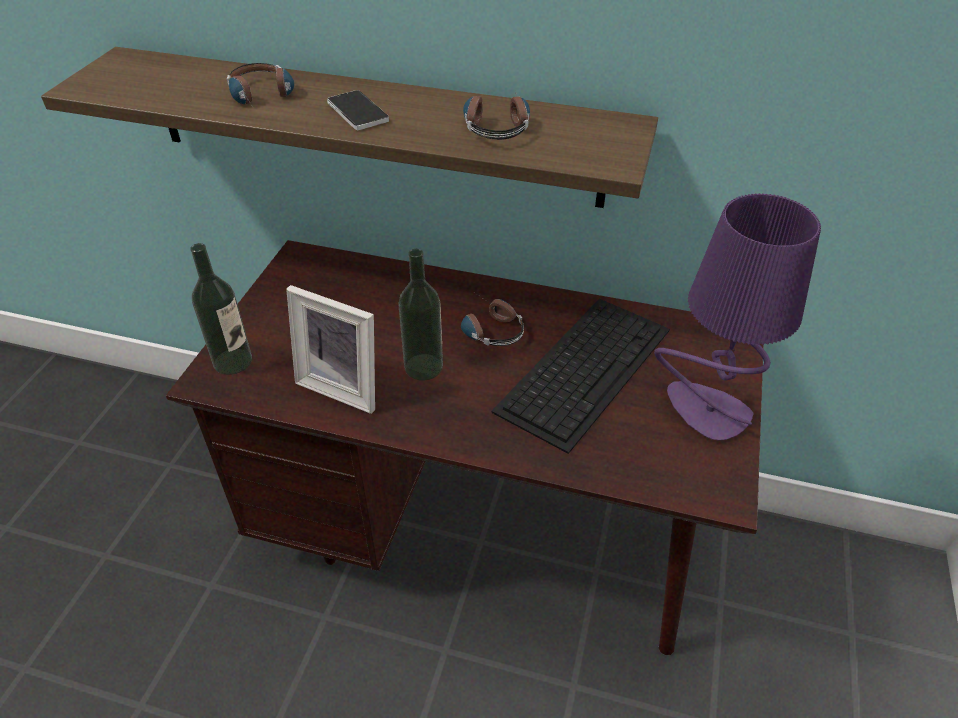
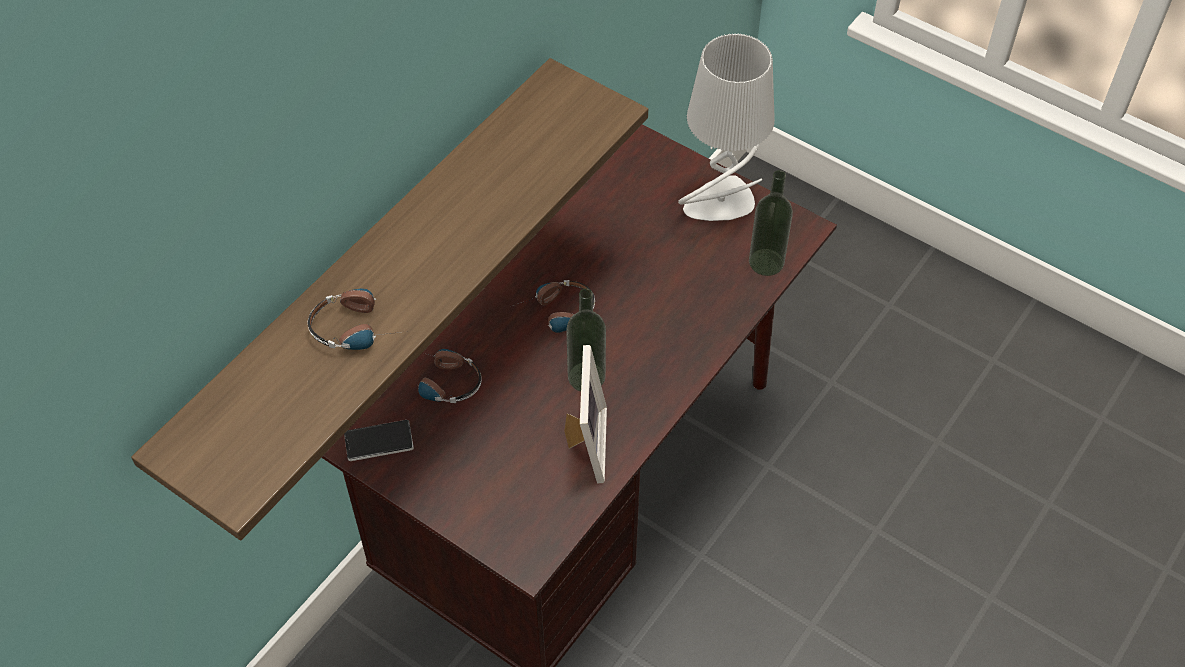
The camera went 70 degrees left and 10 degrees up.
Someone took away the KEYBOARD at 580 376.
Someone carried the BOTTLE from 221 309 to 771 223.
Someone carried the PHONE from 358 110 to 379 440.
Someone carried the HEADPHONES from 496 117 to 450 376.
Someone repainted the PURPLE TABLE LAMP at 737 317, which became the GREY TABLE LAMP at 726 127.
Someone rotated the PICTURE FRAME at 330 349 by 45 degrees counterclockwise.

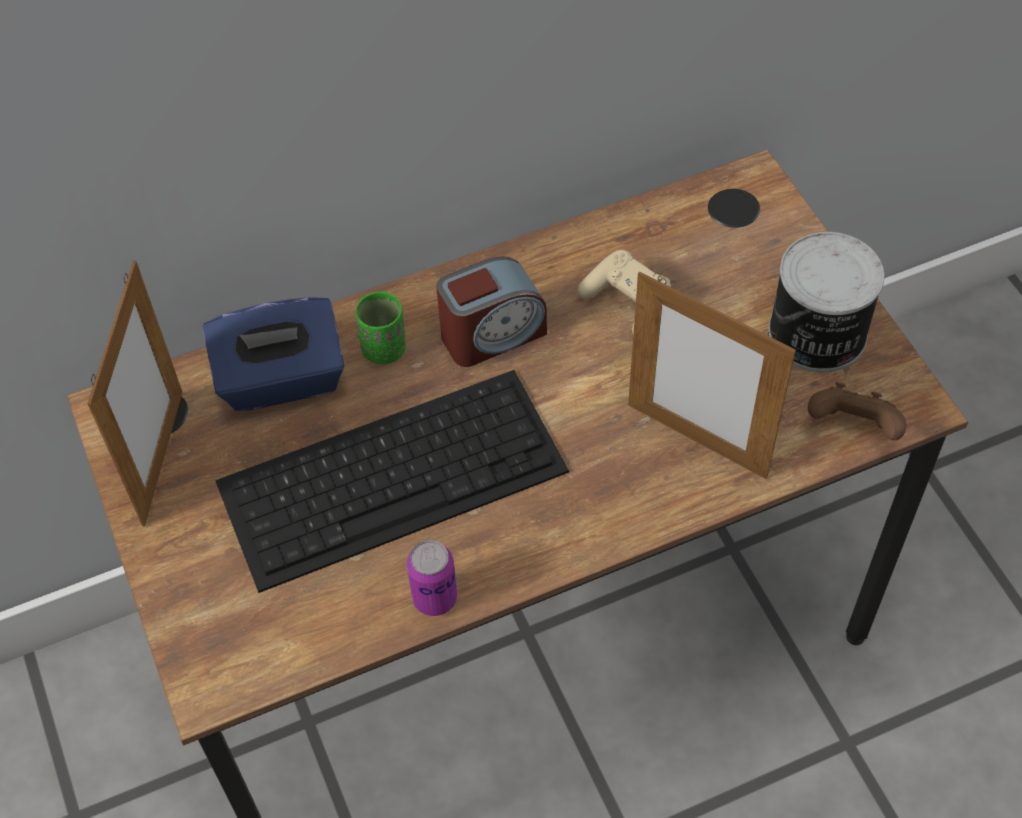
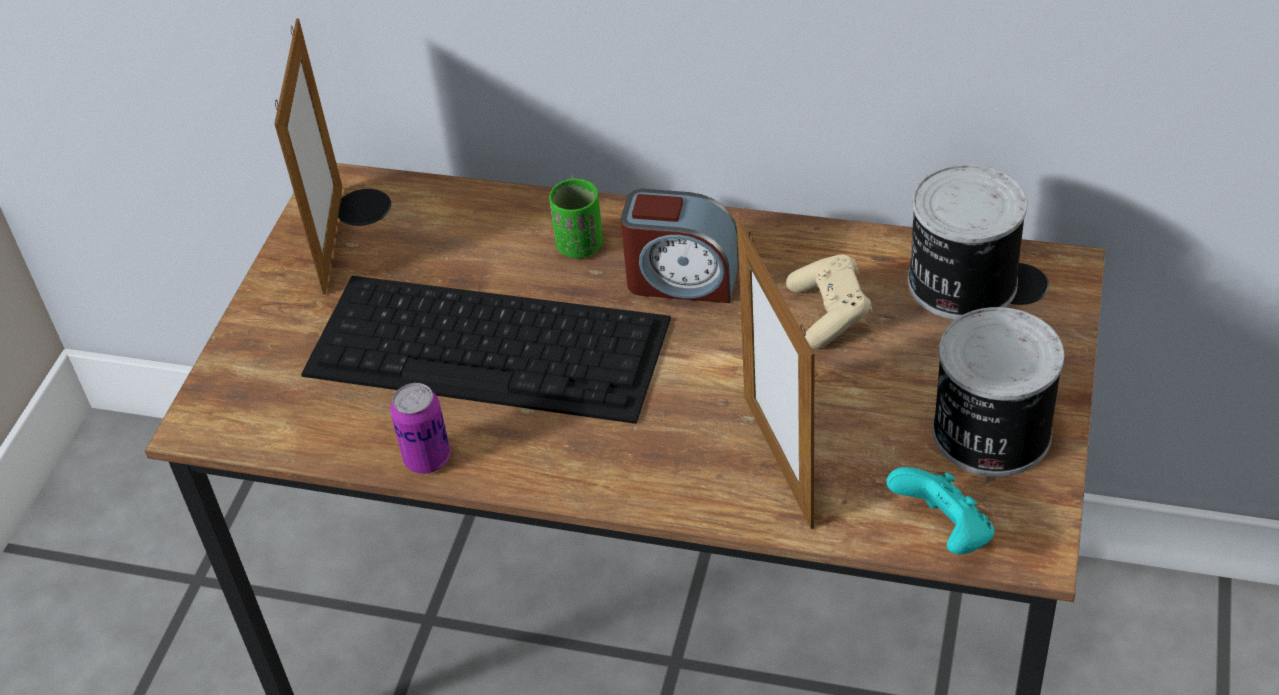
The camera went 40 degrees right and 10 degrees down.
Someone took away the BLUE TISSUE BOX at 273 354.
Someone put down the CAN at 967 242.
Someone repainted the BROWN GAME CONTROLLER at 857 411, which became the TURQUOISE GAME CONTROLLER at 940 511.
Someone rotated the PICTURE FRAME at 135 393 by 45 degrees counterclockwise.

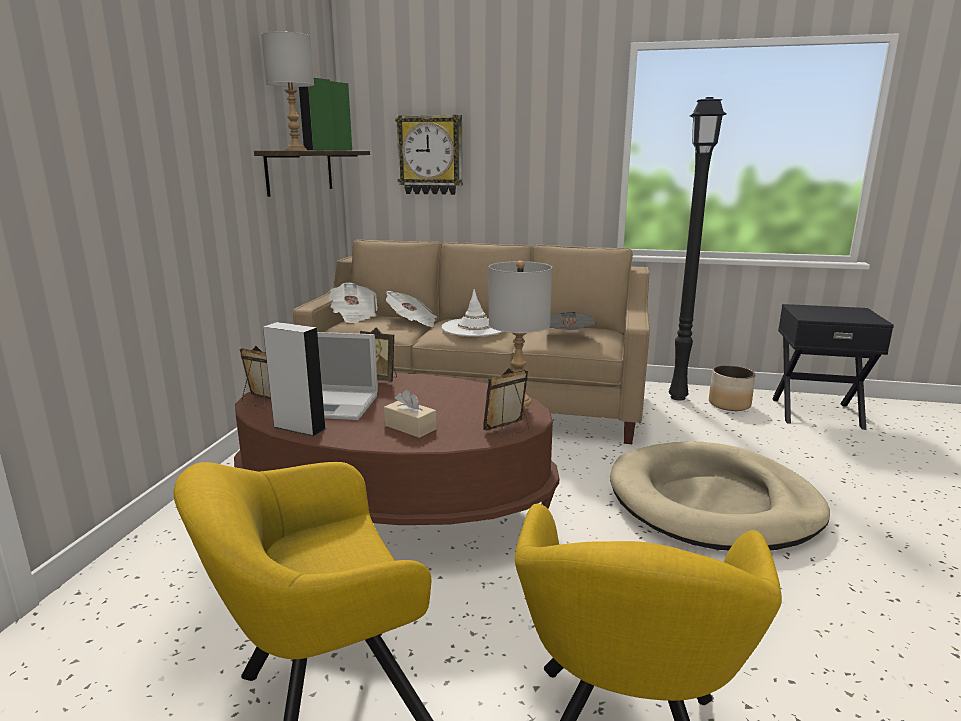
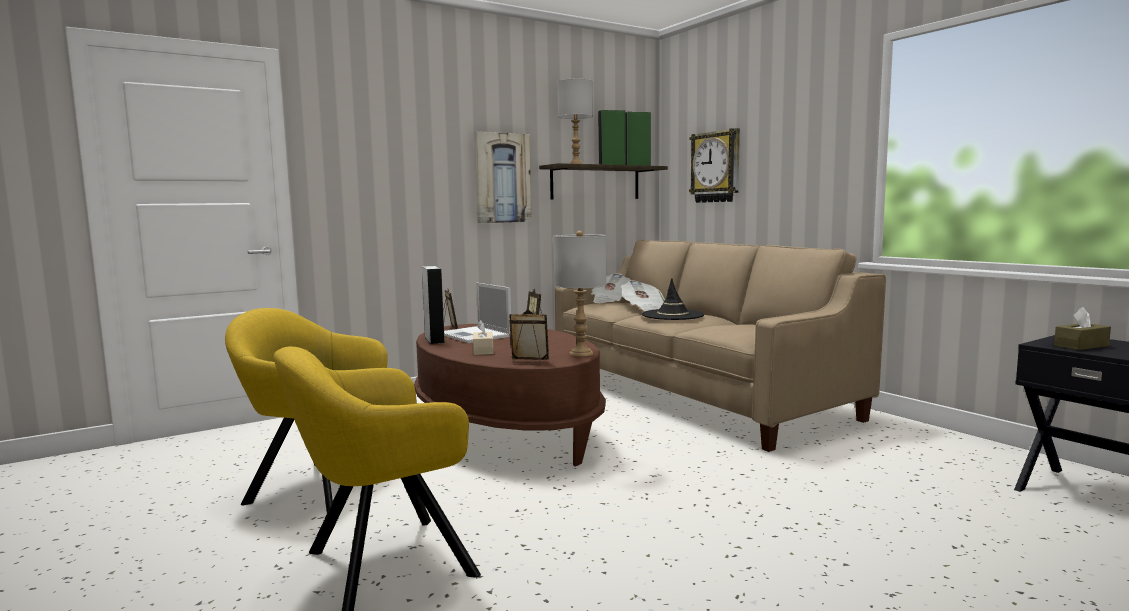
The camera went 45 degrees right and 10 degrees down.
Someone took away the NEWSPAPER at 573 321.
Someone took away the BEIGE DOG BED at 720 495.
Someone took away the BLACK FLOOR LAMP at 698 248.
Someone took away the PLANTER at 732 388.
Someone put up the PICTURE at 503 177.
Someone put down the BROWN TISSUE BOX at 1082 328.
Someone repainted the WHITE HAT at 472 312, which became the BLACK HAT at 673 299.

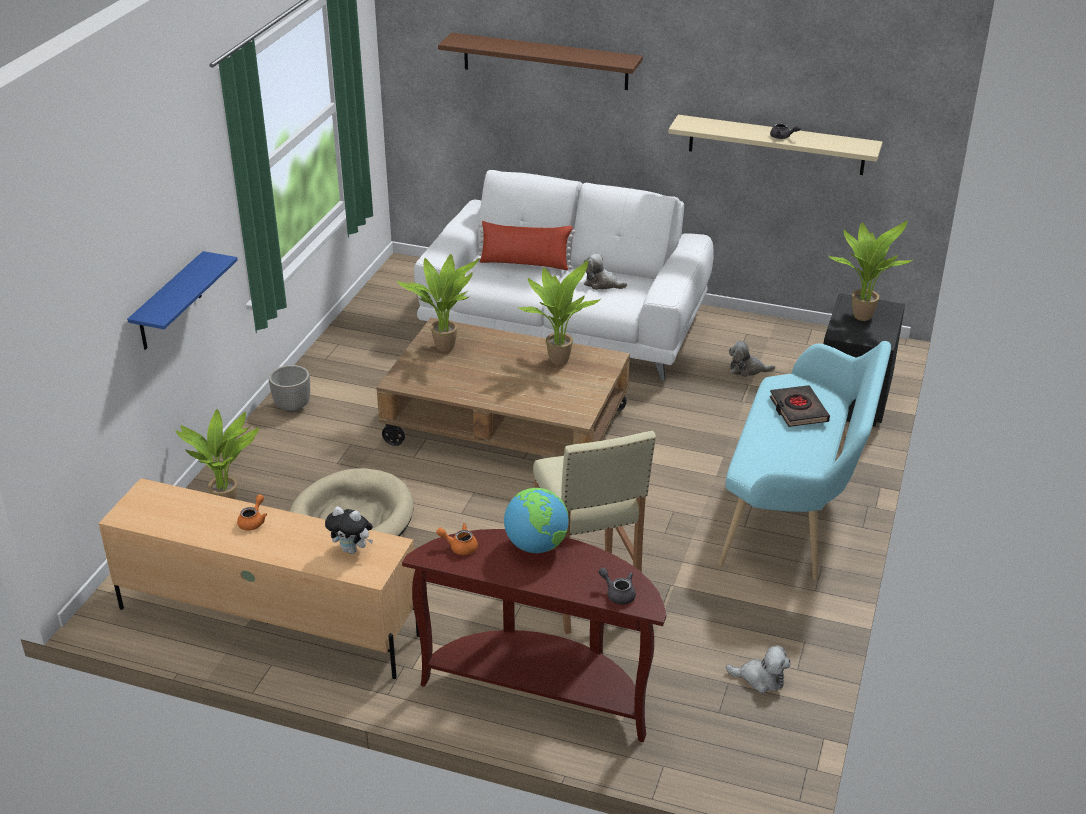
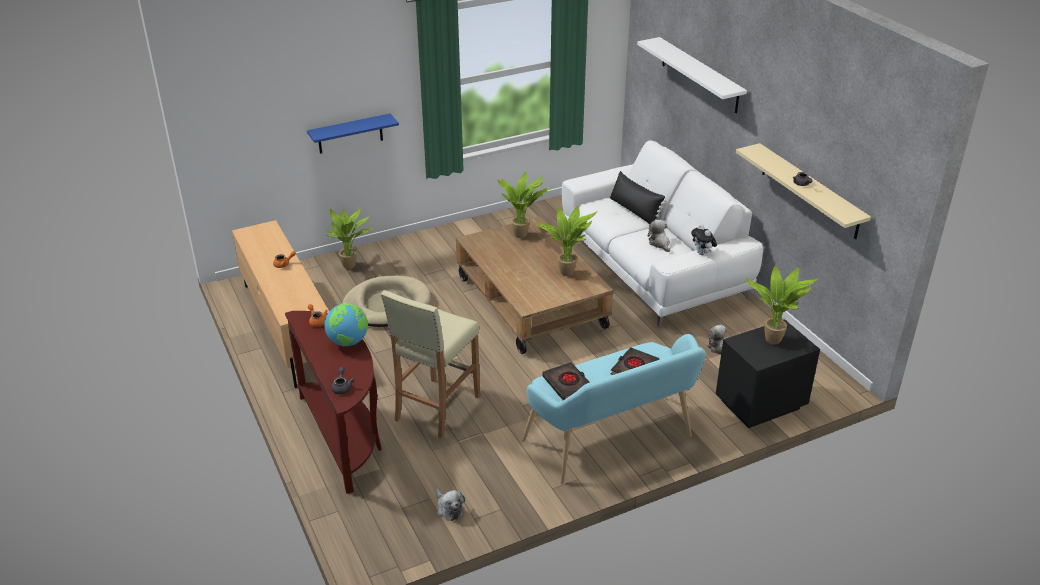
The camera went 45 degrees right and 0 degrees up.
Someone took away the PLANTER at 289 389.
Someone put down the BLACK BOOK at 566 381.
Someone carried the PLUSH TOY from 349 530 to 704 240.
Someone repainted the BROWN SHELF at 540 61, which became the WHITE SHELF at 692 75.
Someone repainted the RED PILLOW at 525 245, which became the BLACK PILLOW at 638 197.

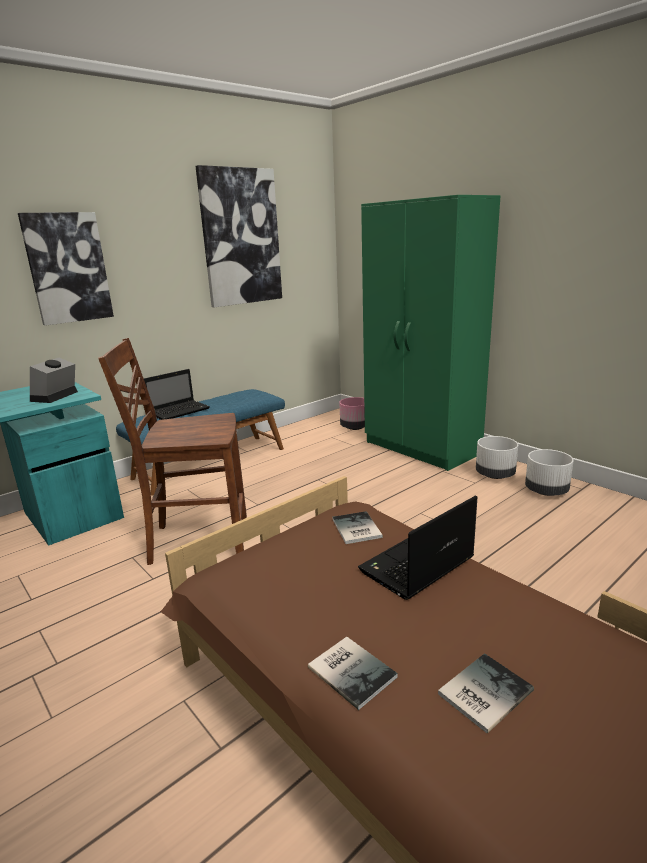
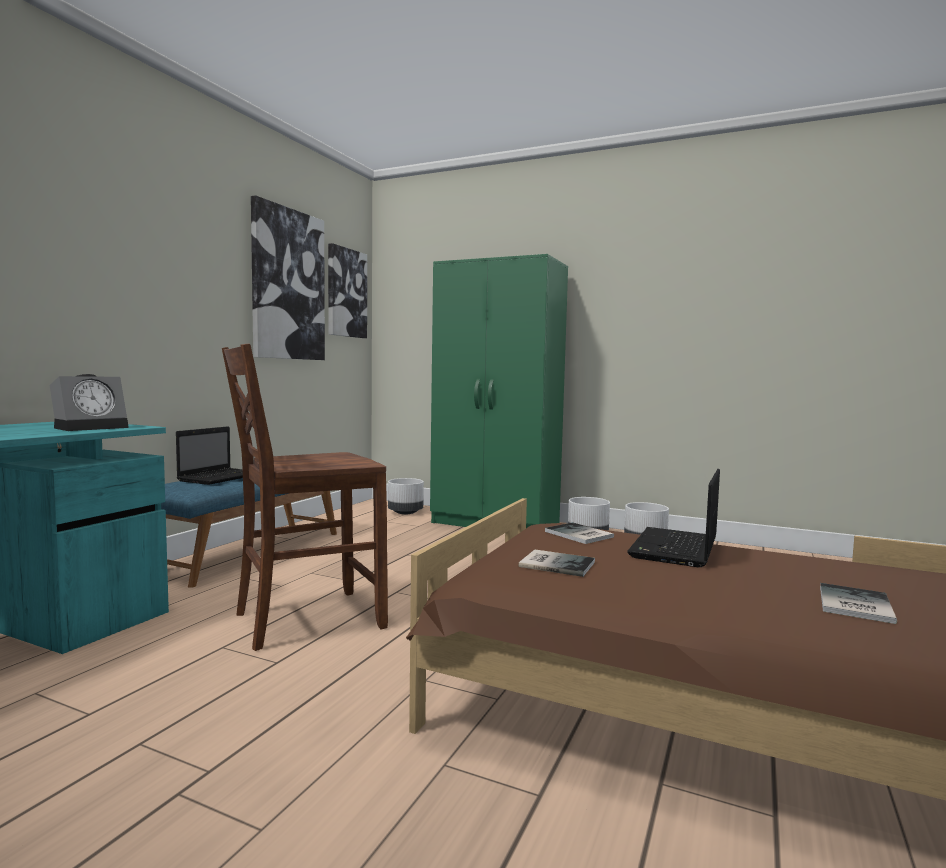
The camera went 25 degrees left and 15 degrees down.
Someone carried the PICTURE from 66 269 to 347 290.
Someone carried the BOOK from 353 673 to 557 563.
Someone repainted the PINK PLANTER at 352 413, which became the WHITE PLANTER at 406 496.
Someone rotated the ALARM CLOCK at 54 380 by 135 degrees counterclockwise.

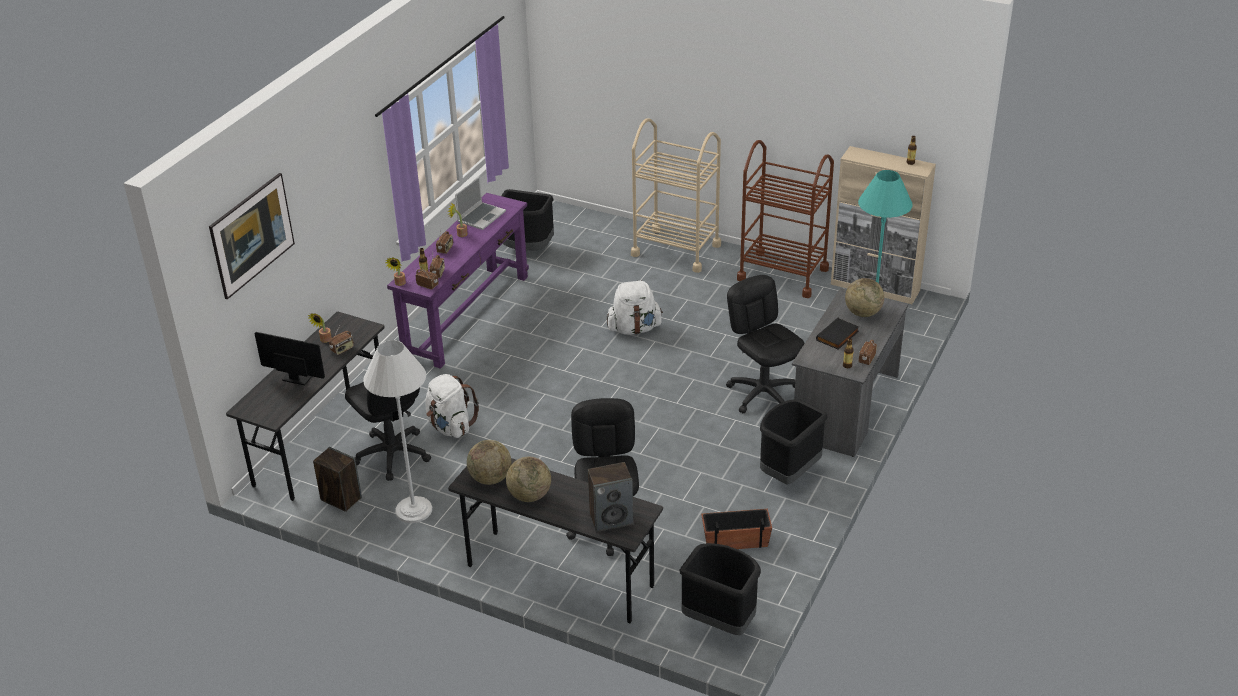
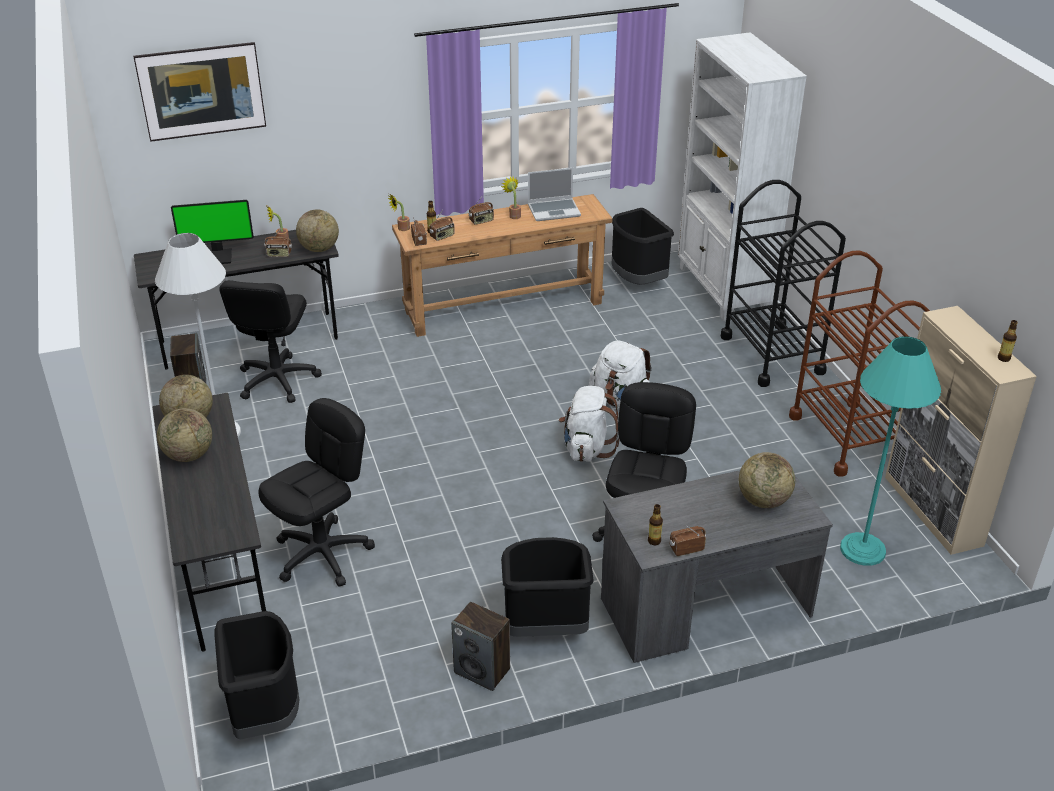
The camera went 45 degrees right and 0 degrees up.
Someone took away the PLANTER at 736 529.
Someone took away the BLACK BOOK at 837 334.
Someone put down the GLOBE at 317 230.
Someone put down the WHITE BOOKCASE at 742 176.
Someone carried the WHITE BACKPACK from 452 406 to 589 424.
Someone carried the SPEAKER from 610 497 to 480 646.
Someone repainted the PURPLE CONSOLE TABLE at 458 281, which became the BROWN CONSOLE TABLE at 502 265.
Someone repainted the BEIGE CART at 676 195, which became the BLACK CART at 783 283.
Someone rotated the MONITOR at 289 358 by 105 degrees clockwise.

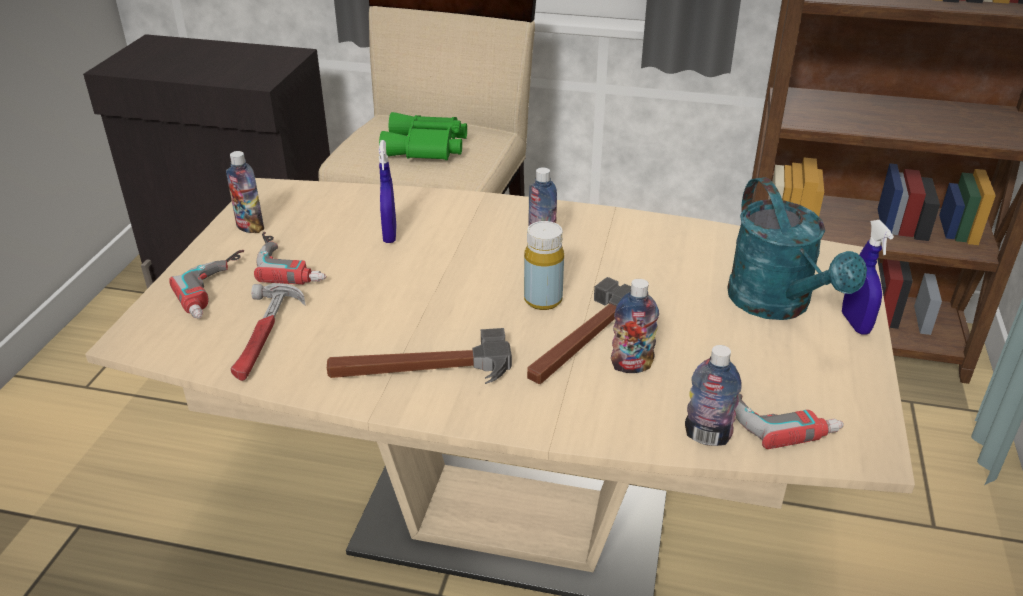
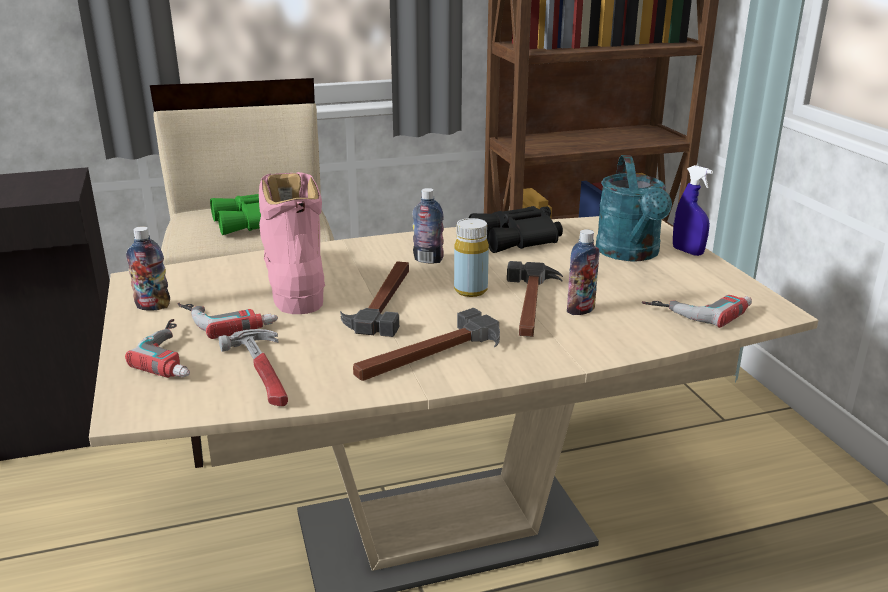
The camera went 30 degrees left and 10 degrees down.
Someone took away the BOTTLE at 713 395.
Someone put down the HAMMER at 374 299.
Someone put down the BLACK BINOCULARS at 516 229.
Someone swapped the BLUE SPRAY BOTTLE at 387 191 for the PINK BOOT at 292 243.
Someone rotated the TURQUOISE WATERING CAN at 797 248 by 45 degrees clockwise.

